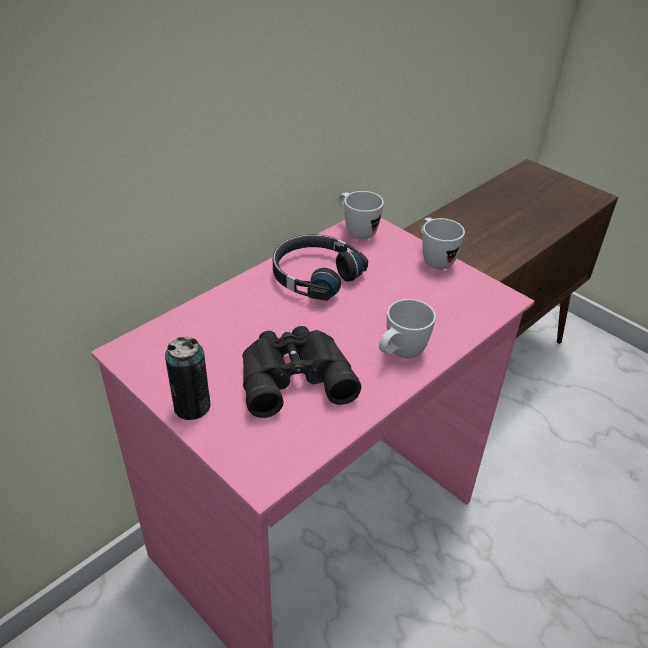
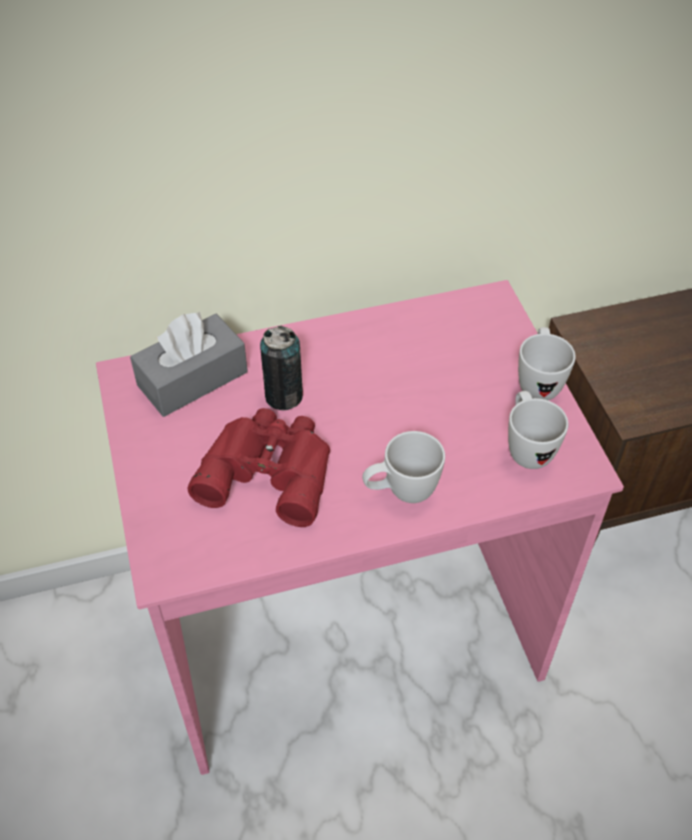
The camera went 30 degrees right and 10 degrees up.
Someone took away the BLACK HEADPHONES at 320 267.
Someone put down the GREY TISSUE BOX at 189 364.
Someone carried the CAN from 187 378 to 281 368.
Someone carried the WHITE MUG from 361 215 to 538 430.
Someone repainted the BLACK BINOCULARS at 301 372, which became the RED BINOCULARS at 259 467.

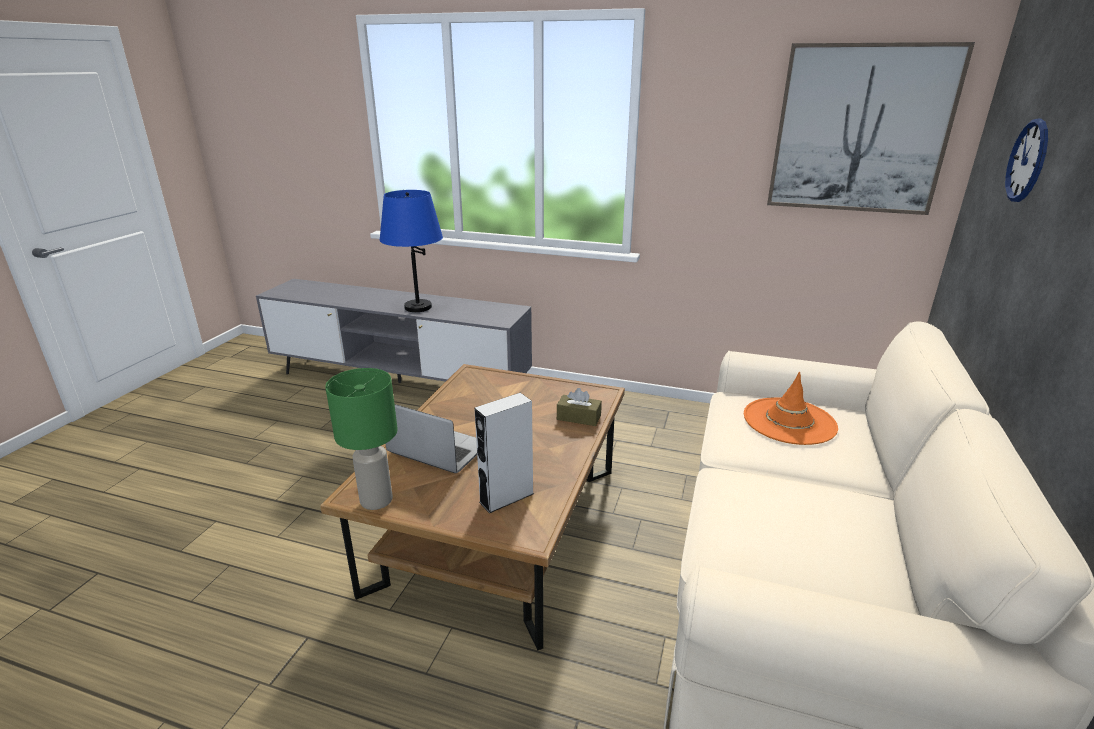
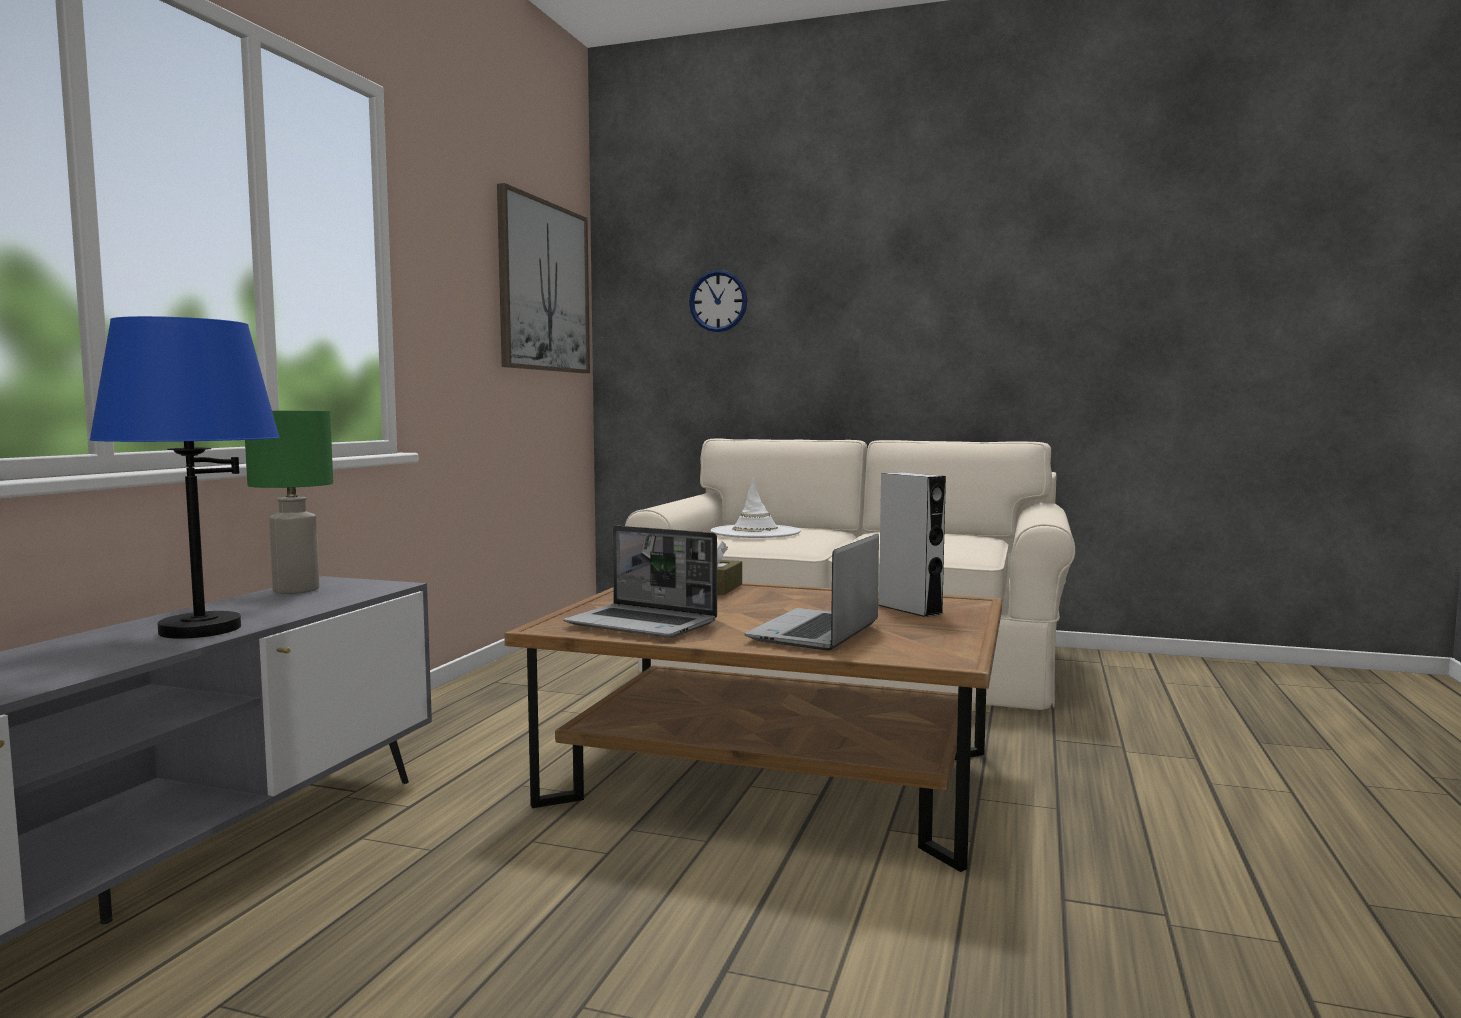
The camera went 90 degrees left and 20 degrees down.
Someone put down the LAPTOP at 640 582.
Someone carried the GREEN TABLE LAMP from 361 439 to 289 502.
Someone repainted the ORANGE HAT at 791 408, which became the WHITE HAT at 756 508.

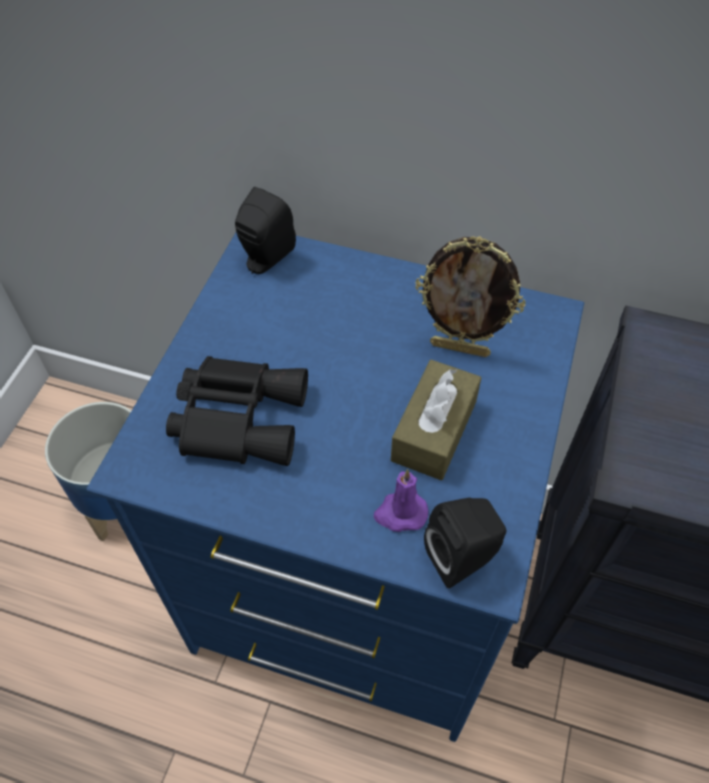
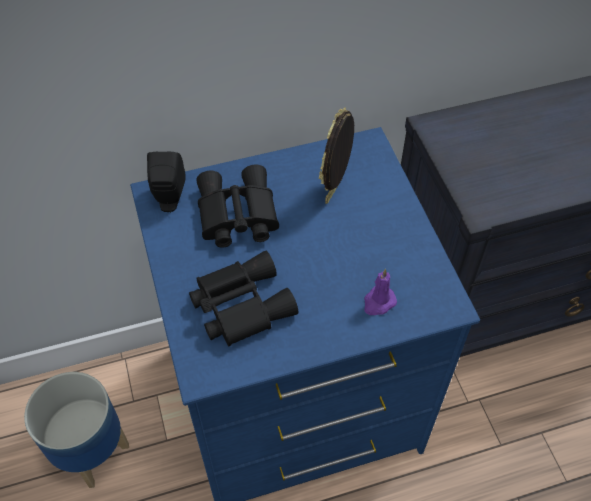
The camera went 35 degrees left and 0 degrees up.
Someone took away the BROWN TISSUE BOX at 436 420.
Someone took away the BLACK SPEAKER at 465 543.
Someone put down the BLACK BINOCULARS at 238 206.
Someone rotated the PICTURE FRAME at 470 296 by 135 degrees clockwise.

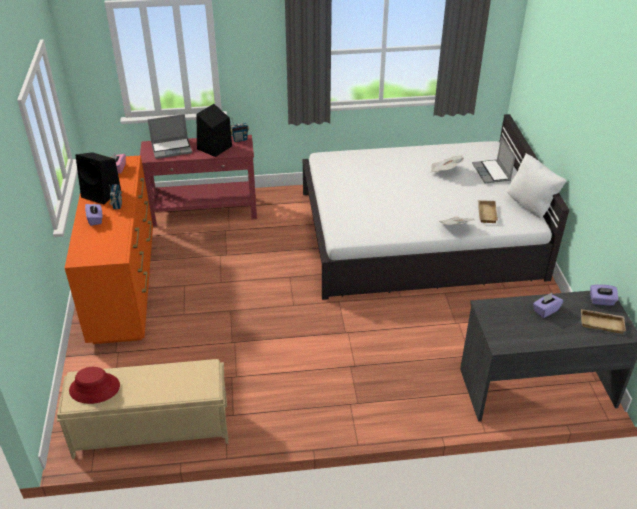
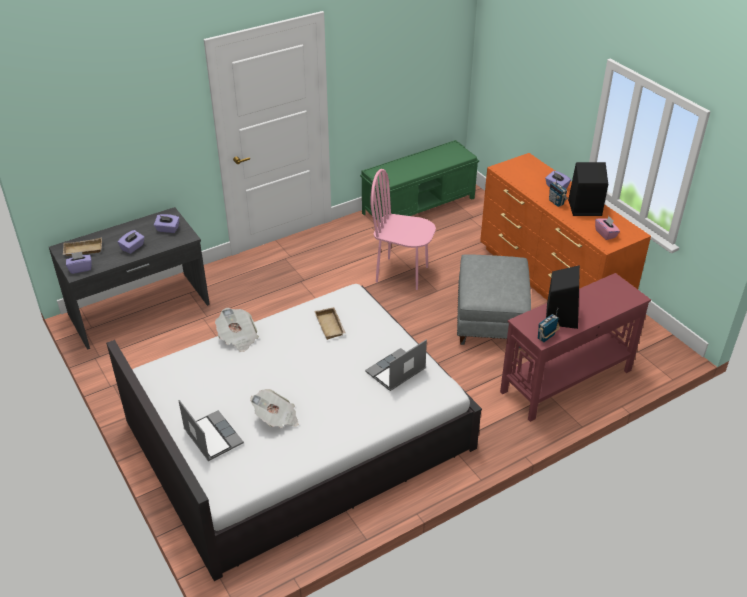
The camera went 155 degrees right and 0 degrees up.
Someone took away the RED HAT at 94 385.
Someone took away the WHITE PILLOW at 537 185.
Someone put down the PURPLE TISSUE BOX at 167 223.
Someone put down the PINK CHAIR at 403 229.
Someone put down the GREY OTTOMAN at 494 301.
Someone carried the LAPTOP from 170 136 to 396 365.
Someone carried the BEIGE TRAY from 488 211 to 330 323.
Someone repainted the BEIGE BENCH at 142 409, which became the GREEN BENCH at 419 180.

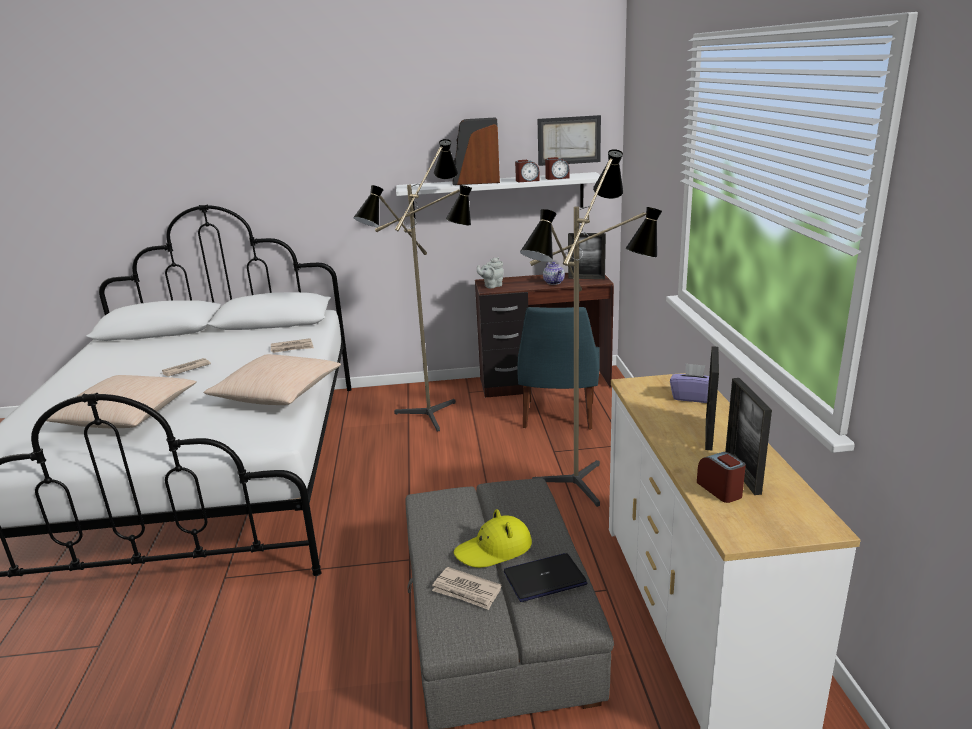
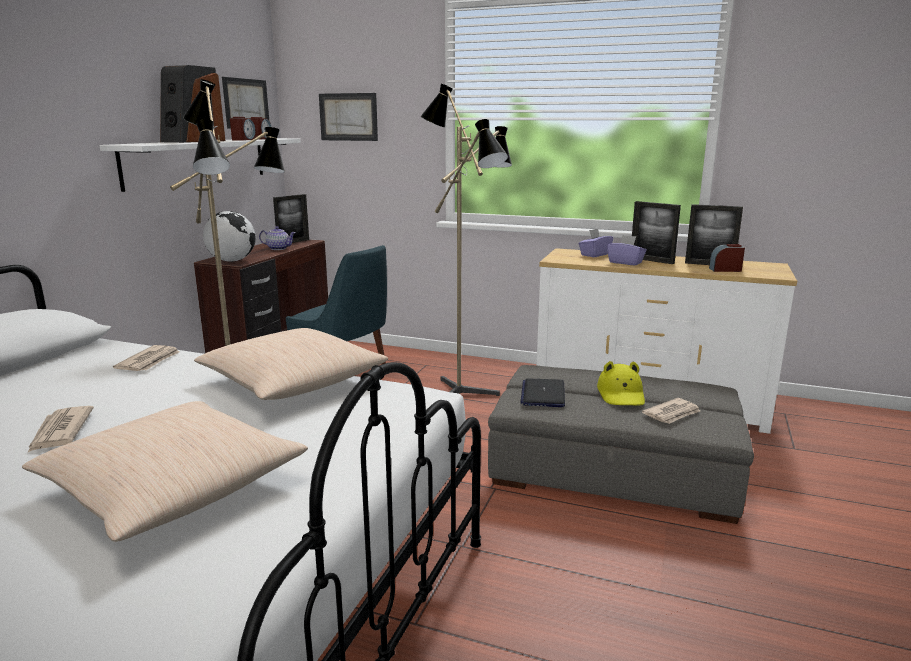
The camera went 65 degrees left and 5 degrees down.
Someone put up the PICTURE at 348 117.
Someone put down the PURPLE TISSUE BOX at 627 250.
Someone carried the LAPTOP from 545 577 to 542 393.
Someone swapped the GREY TEAPOT at 490 272 for the GLOBE at 229 236.

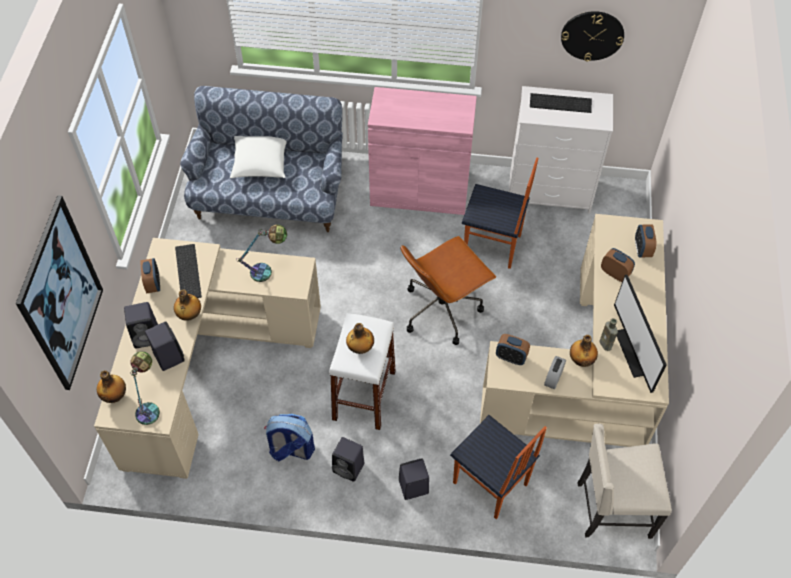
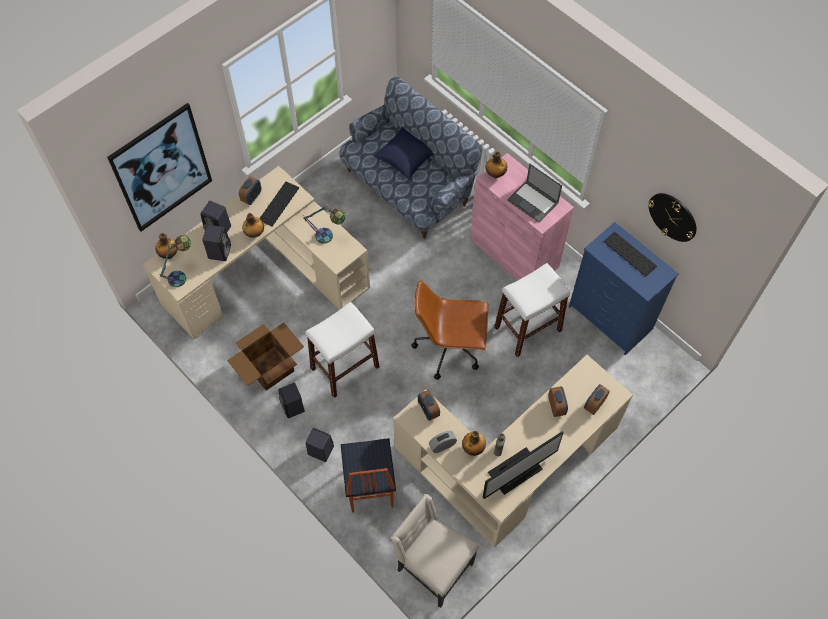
The camera went 40 degrees right and 5 degrees up.
Someone put down the LAPTOP at 534 193.
Someone carried the BOTTLE from 360 338 to 496 164.
Someone swapped the BACKPACK at 289 437 for the CARDBOARD BOX at 265 357.
Someone swapped the CHAIR at 500 213 for the WHITE STOOL at 532 310.
Someone repainted the WHITE PILLOW at 258 157, which became the BLUE PILLOW at 403 153.
Someone repainted the WHITE DRESSER at 561 150, which became the BLUE DRESSER at 624 288.
Someone rotated the MONITOR at 640 334 by 150 degrees counterclockwise.

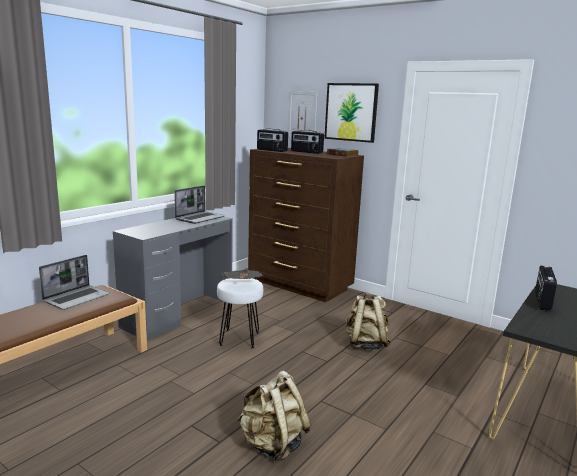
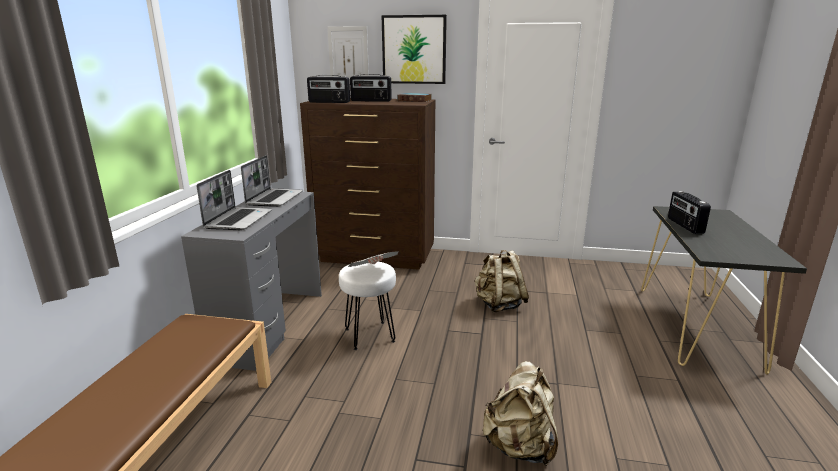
The camera went 25 degrees left and 5 degrees up.
Someone carried the LAPTOP from 74 282 to 234 200.

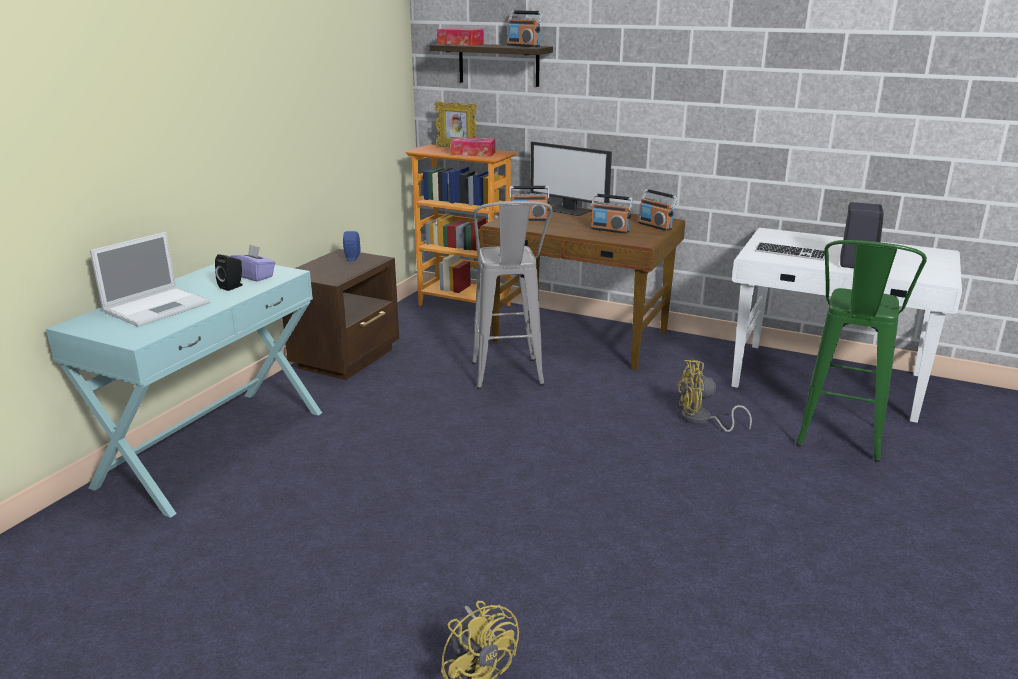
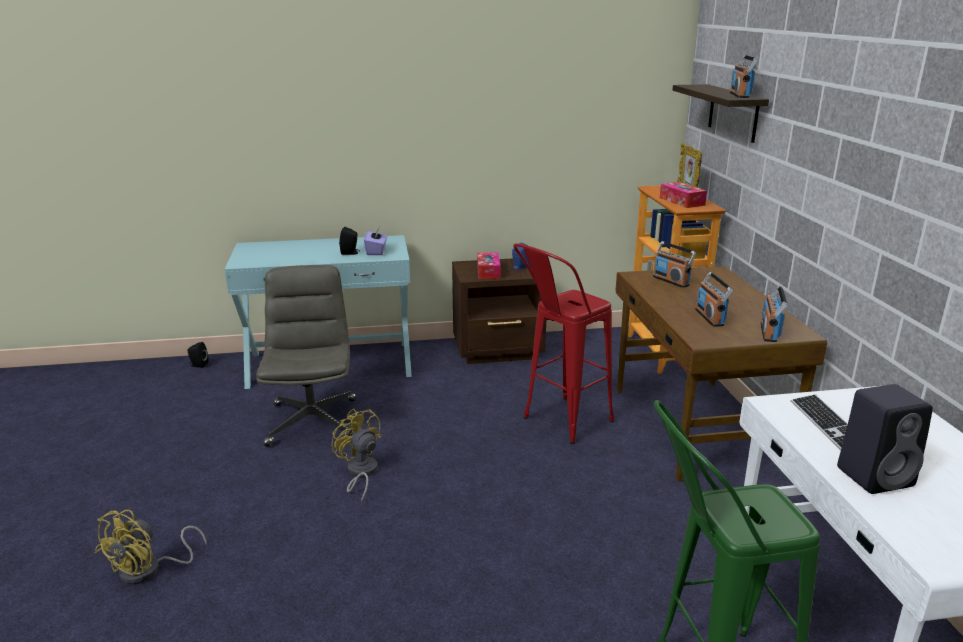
The camera went 55 degrees right and 0 degrees up.
Someone took away the LAPTOP at 150 279.
Someone took away the MONITOR at 571 179.
Someone put down the BLACK SPEAKER at 198 355.
Someone put down the GREY OFFICE CHAIR at 306 356.
Someone carried the TISSUE BOX from 460 37 to 488 265.
Someone carried the YELLOW FAN from 714 396 to 357 455.
Someone repainted the GREY STOOL at 512 295, which became the RED STOOL at 563 343.

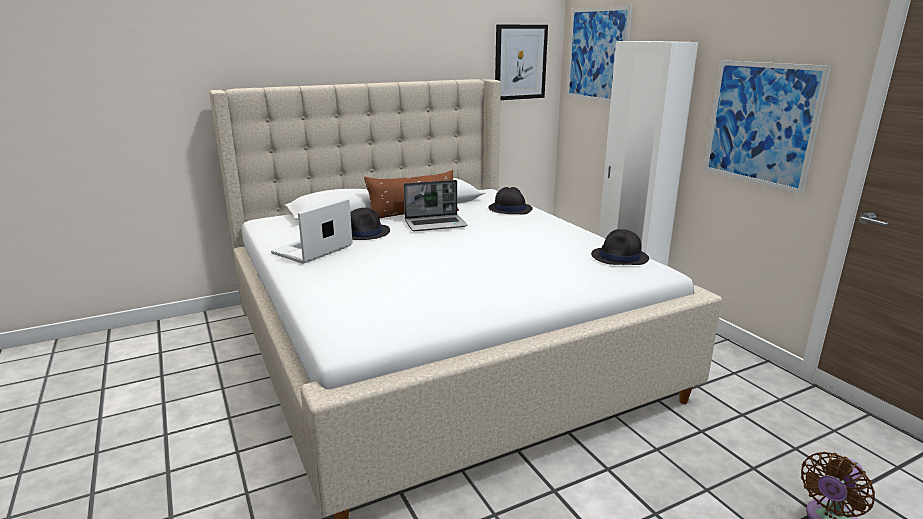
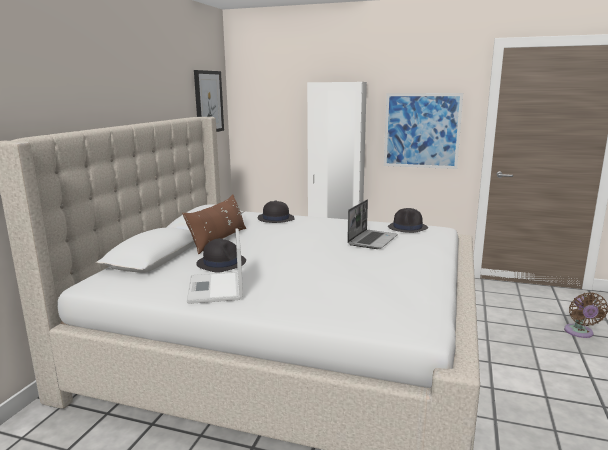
The camera went 45 degrees left and 5 degrees down.
Someone took away the PICTURE at 599 54.
Someone carried the LAPTOP from 435 205 to 372 224.

